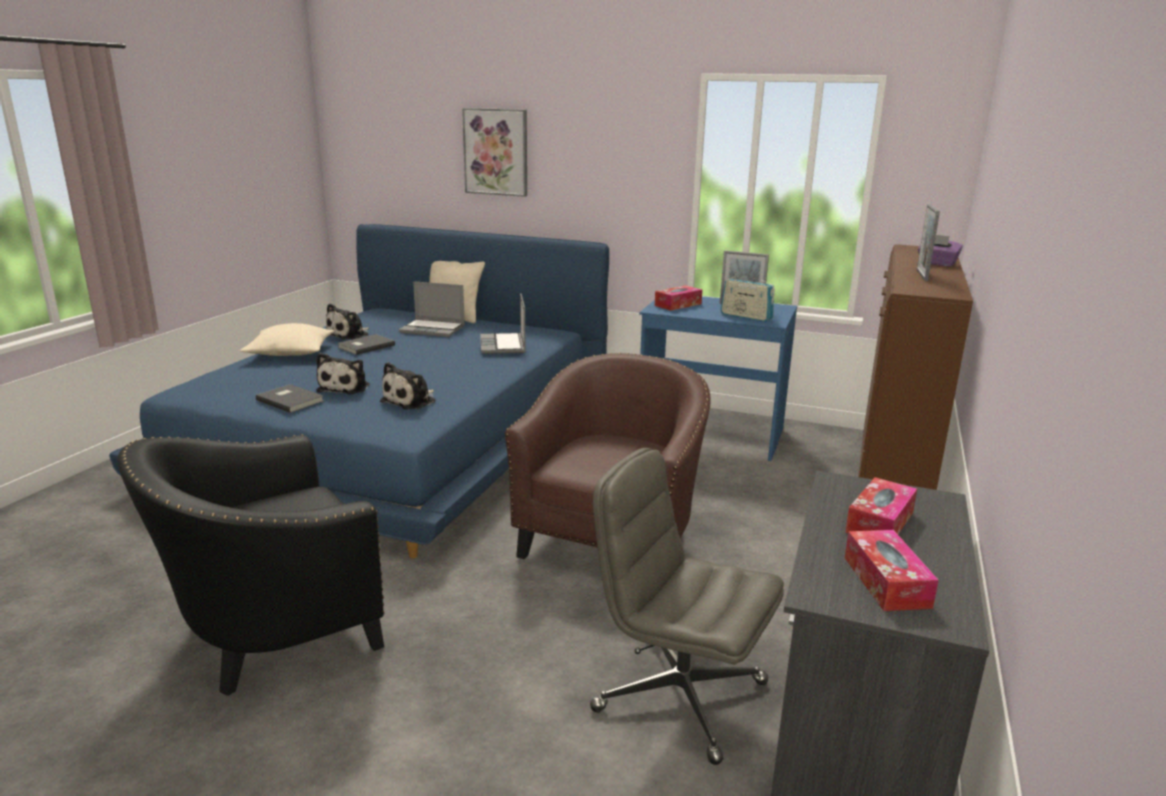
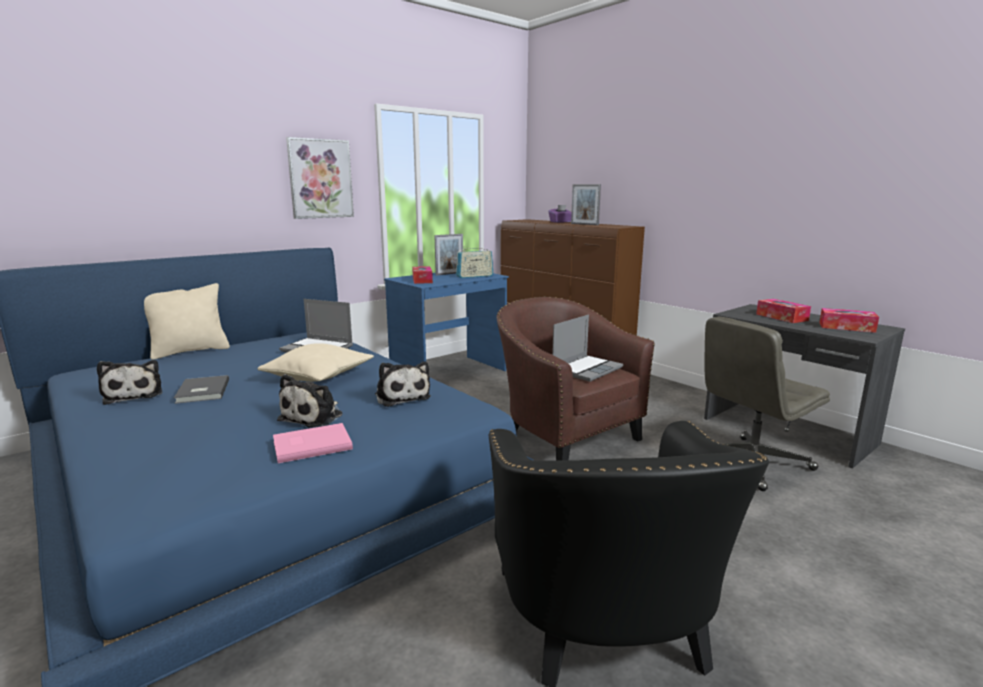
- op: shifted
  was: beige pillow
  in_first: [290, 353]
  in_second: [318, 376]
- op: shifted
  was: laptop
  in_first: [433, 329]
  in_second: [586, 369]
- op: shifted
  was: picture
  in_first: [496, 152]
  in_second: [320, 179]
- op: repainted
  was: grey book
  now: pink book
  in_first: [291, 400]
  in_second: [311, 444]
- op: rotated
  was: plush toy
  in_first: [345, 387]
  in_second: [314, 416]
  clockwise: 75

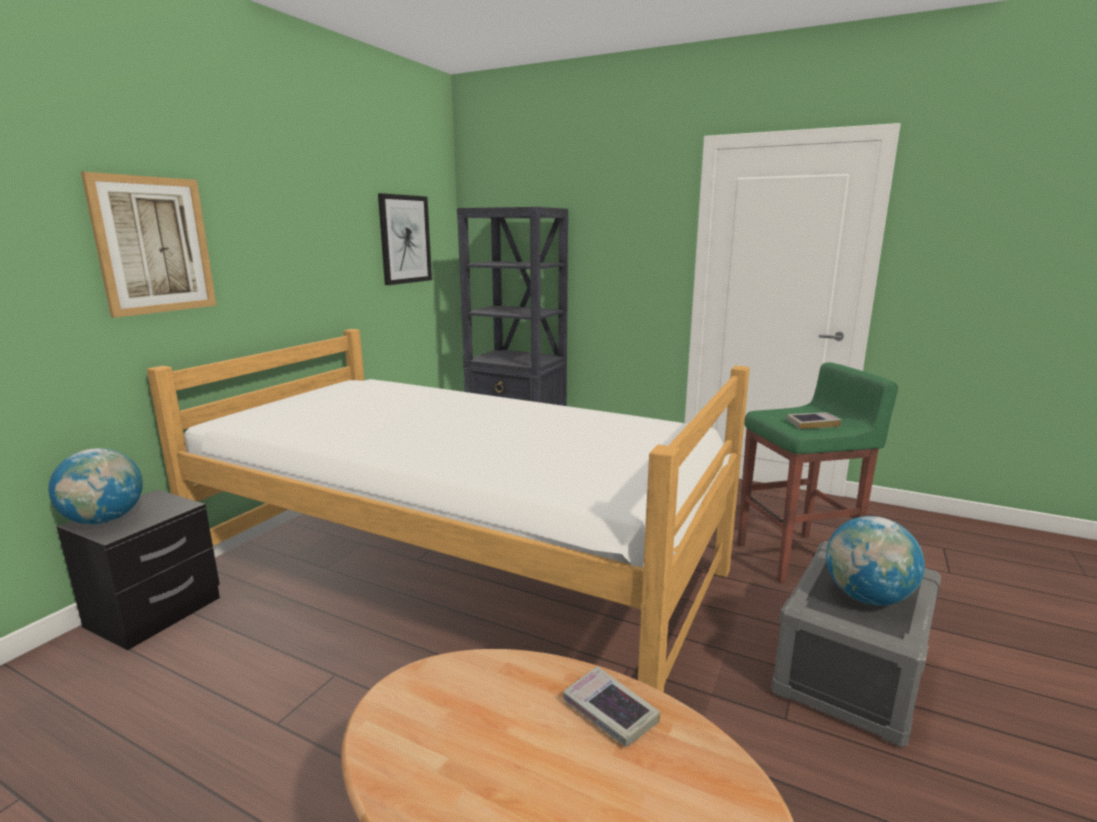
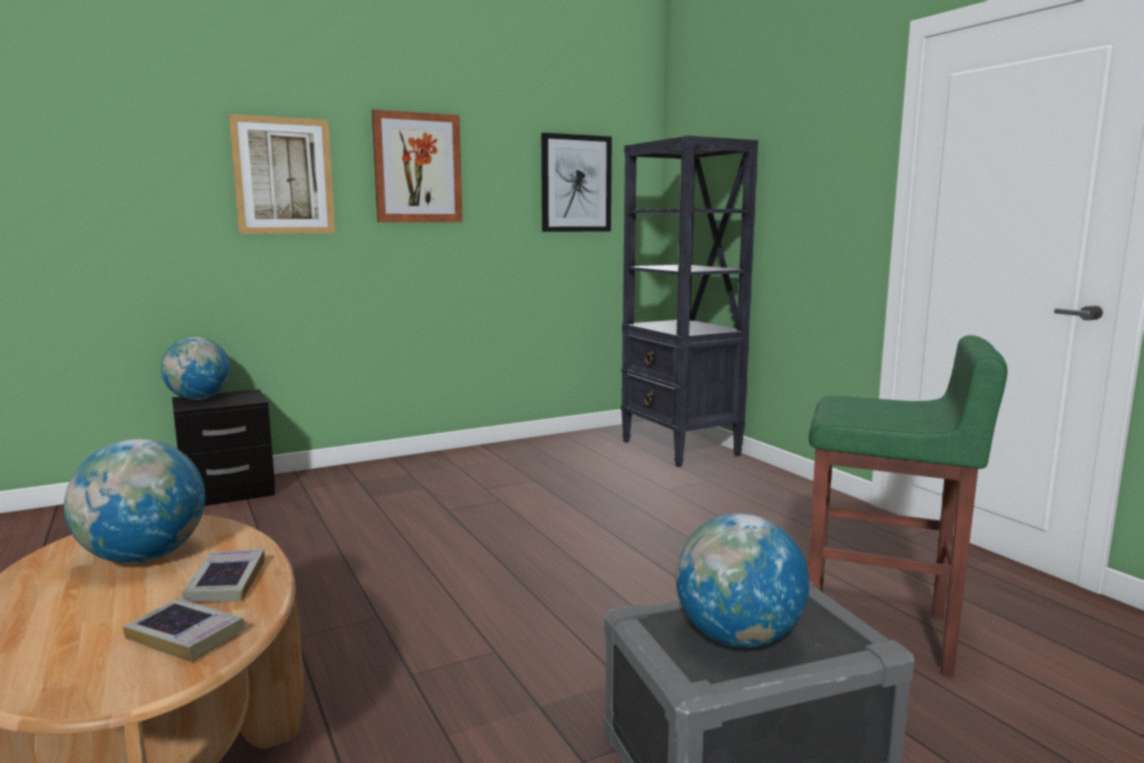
- op: gone
  was: bed
  in_first: [460, 572]
- op: new
  now: globe
  in_second: [144, 557]
- op: new
  now: picture
  in_second: [417, 168]
- op: shifted
  was: book
  in_first: [812, 424]
  in_second: [186, 636]

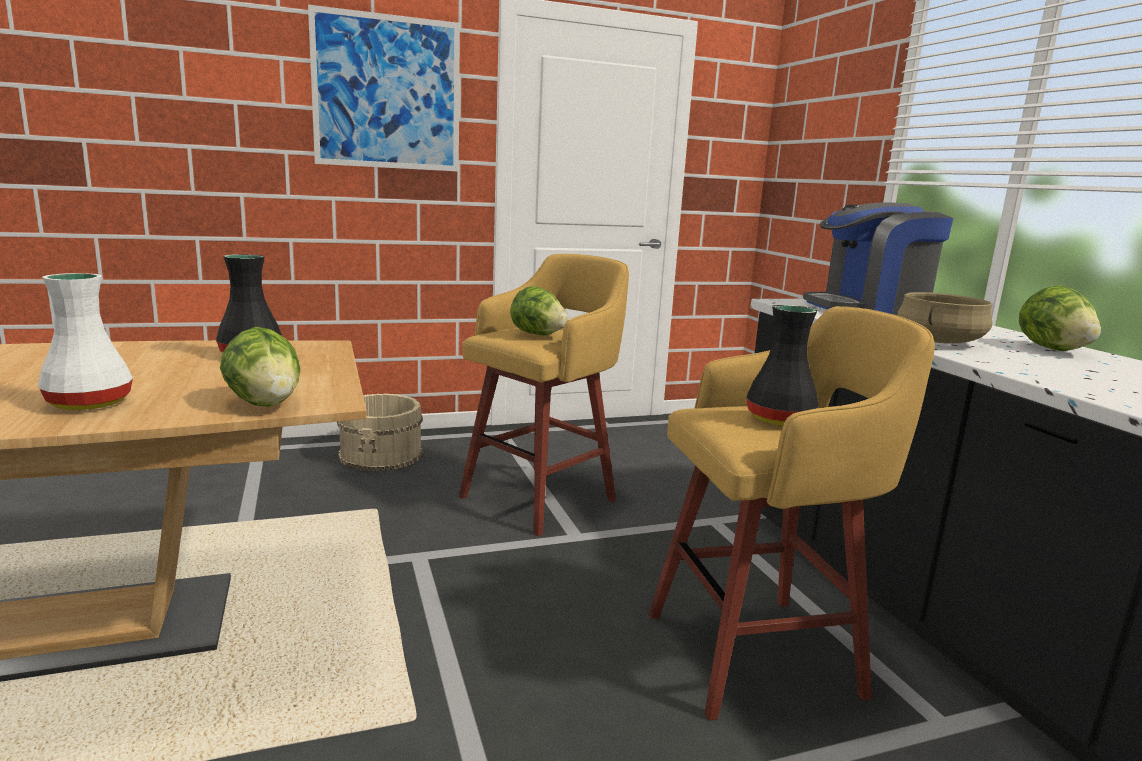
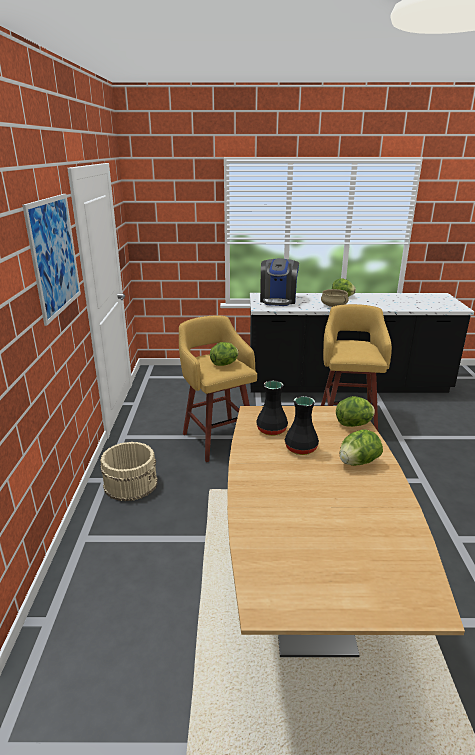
- op: shifted
  was: black vase
  in_first: [780, 420]
  in_second: [301, 449]
- op: swapped
  was: white vase
  now: lettuce
  in_first: [89, 404]
  in_second: [358, 462]

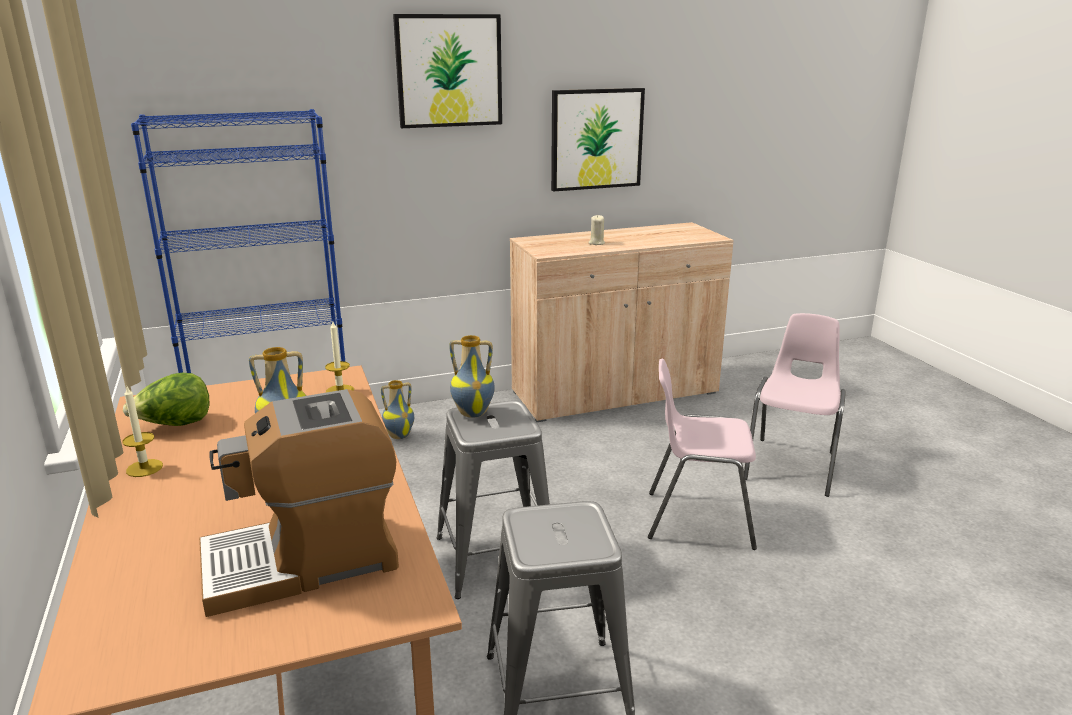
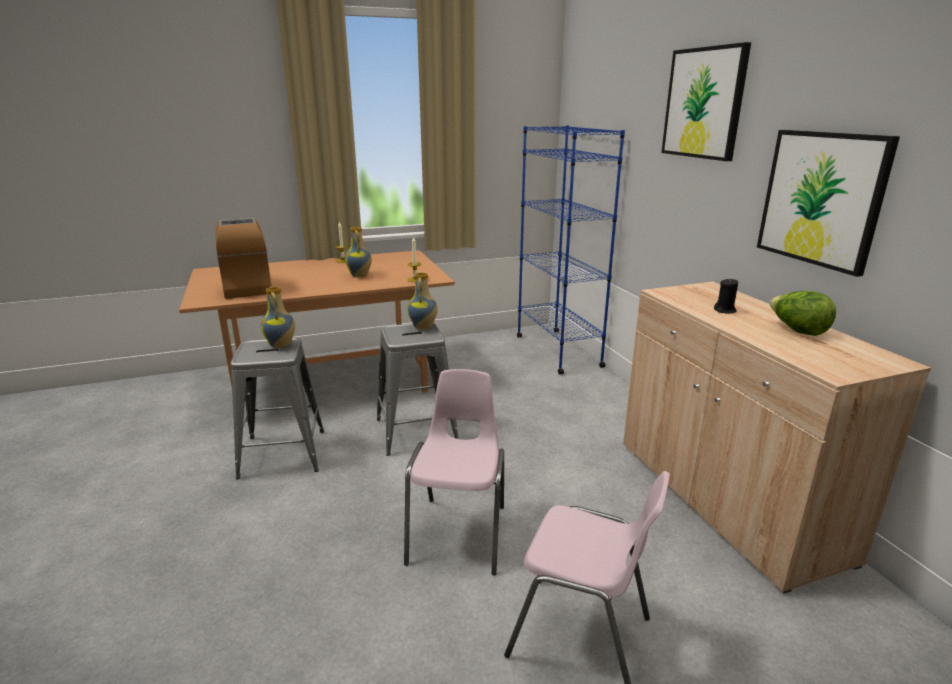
- op: shifted
  was: lettuce
  in_first: [175, 425]
  in_second: [797, 331]
- op: shifted
  was: vase
  in_first: [399, 435]
  in_second: [281, 345]
- op: repainted
  was: beige candle
  now: black candle
  in_first: [596, 243]
  in_second: [725, 310]

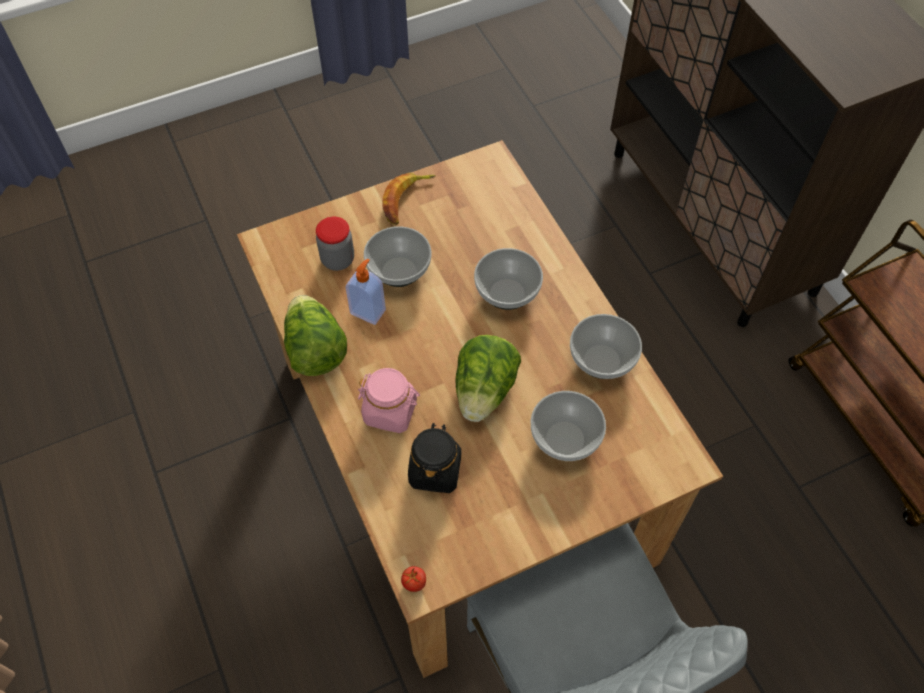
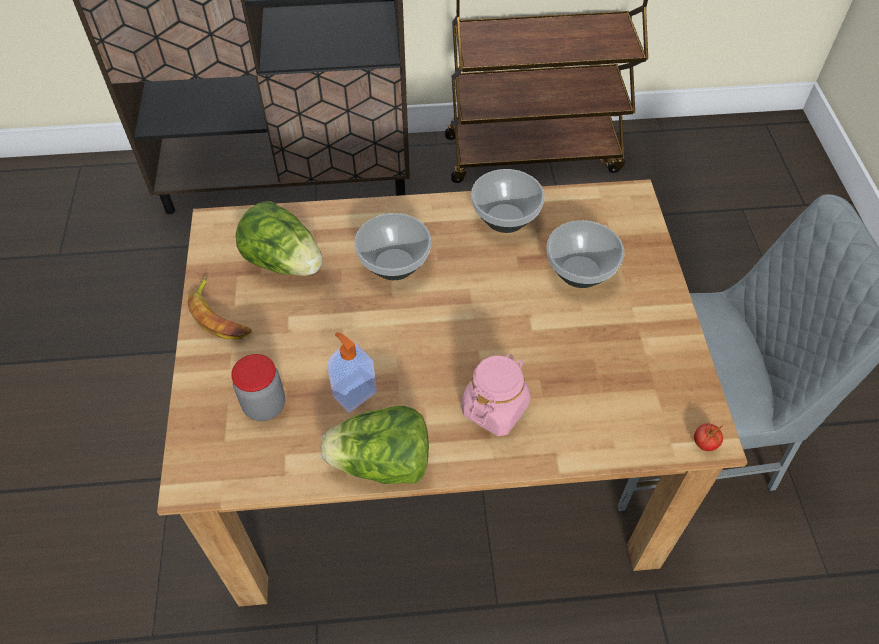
- op: gone
  was: bowl
  in_first: [399, 271]
- op: gone
  was: black jar
  in_first: [435, 470]
- op: shifted
  was: lettuce
  in_first: [484, 391]
  in_second: [284, 262]

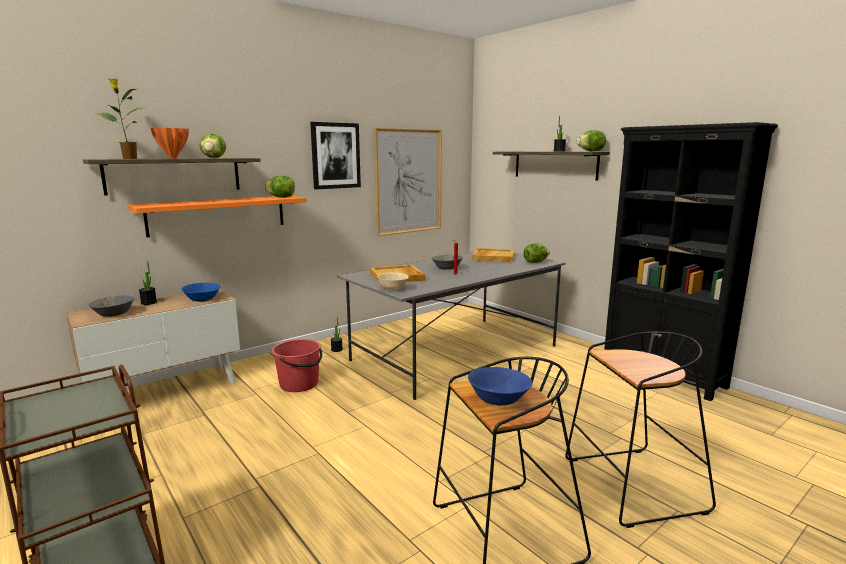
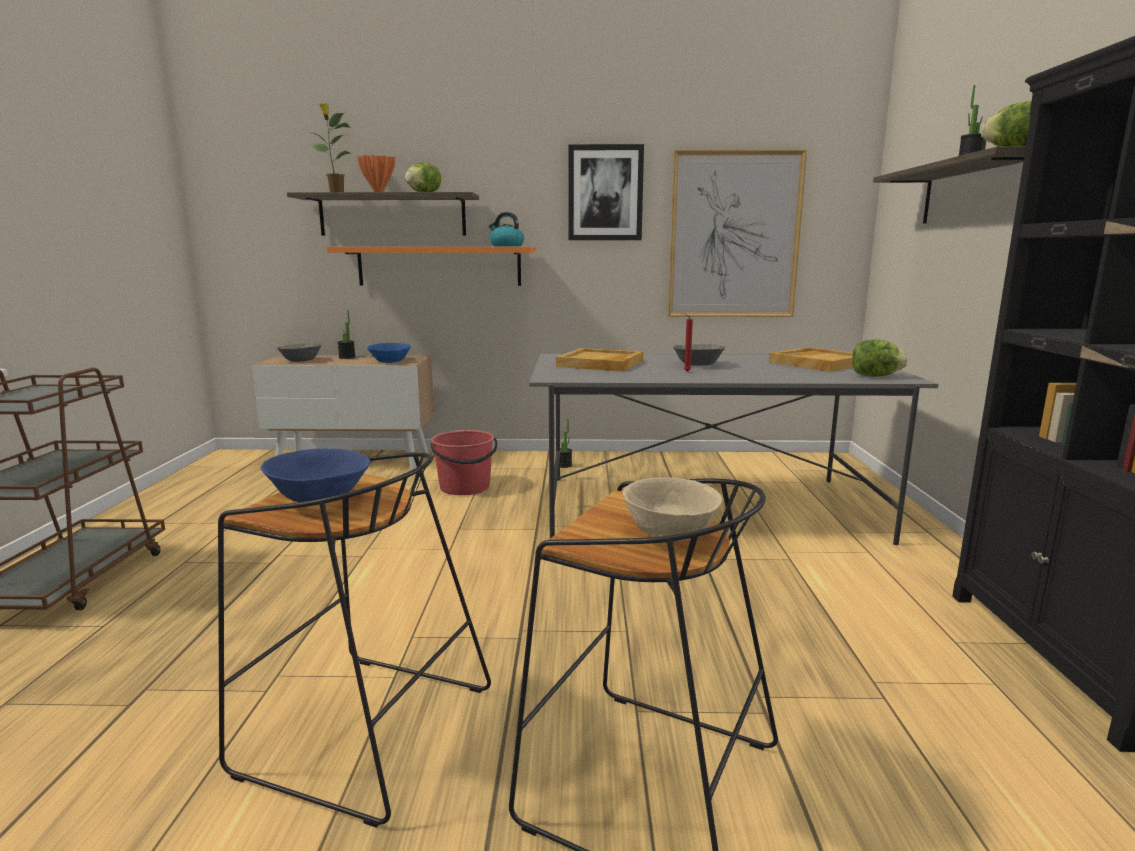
- op: shifted
  was: beige bowl
  in_first: [393, 289]
  in_second: [671, 534]
- op: swapped
  was: lettuce
  now: kettle
  in_first: [281, 197]
  in_second: [506, 246]

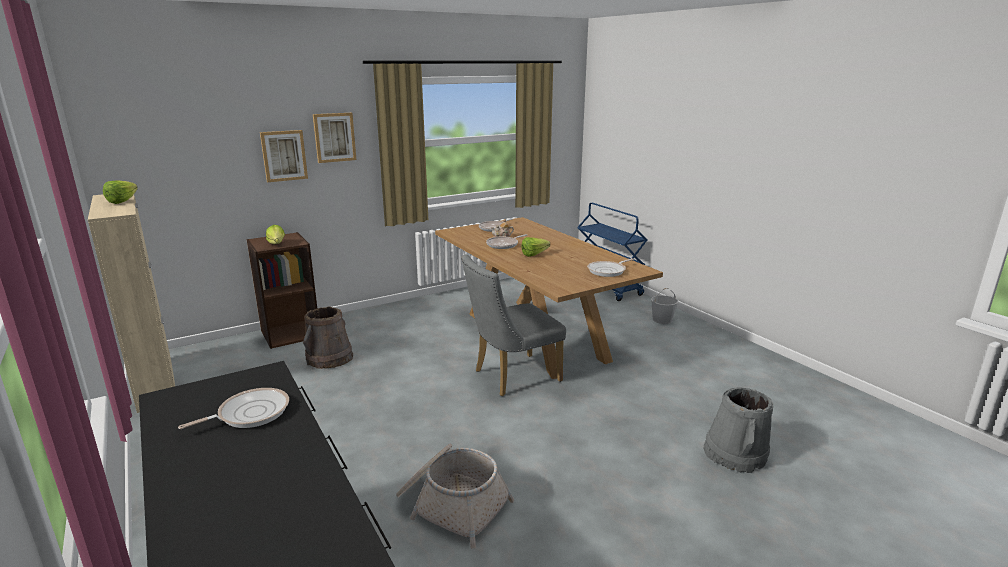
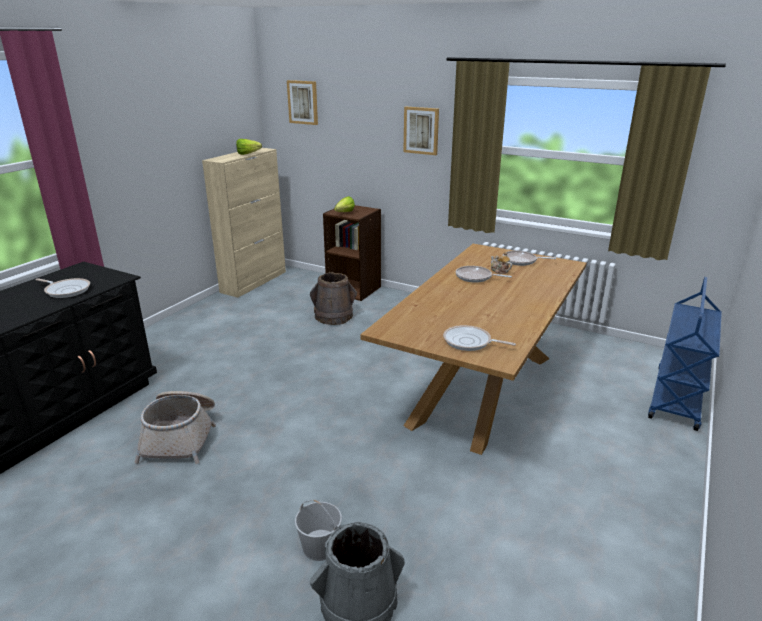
- op: gone
  was: grey chair
  in_first: [511, 377]
- op: gone
  was: lettuce
  in_first: [536, 254]
- op: shifted
  was: picture
  in_first: [284, 155]
  in_second: [303, 102]
- op: shifted
  was: white bucket
  in_first: [662, 320]
  in_second: [319, 546]

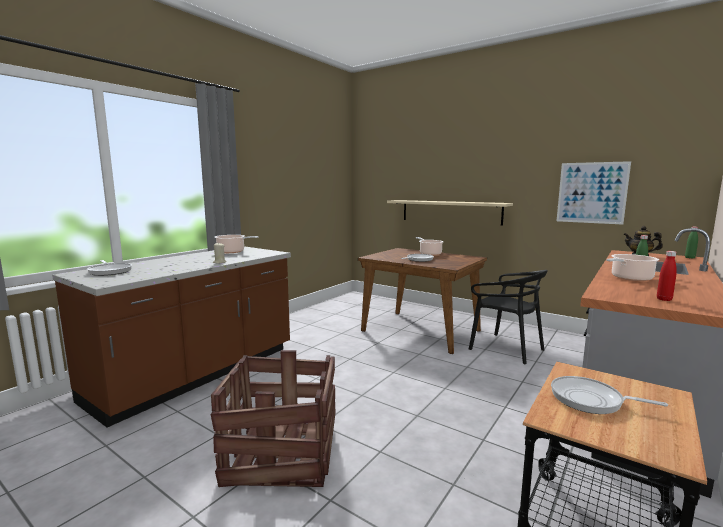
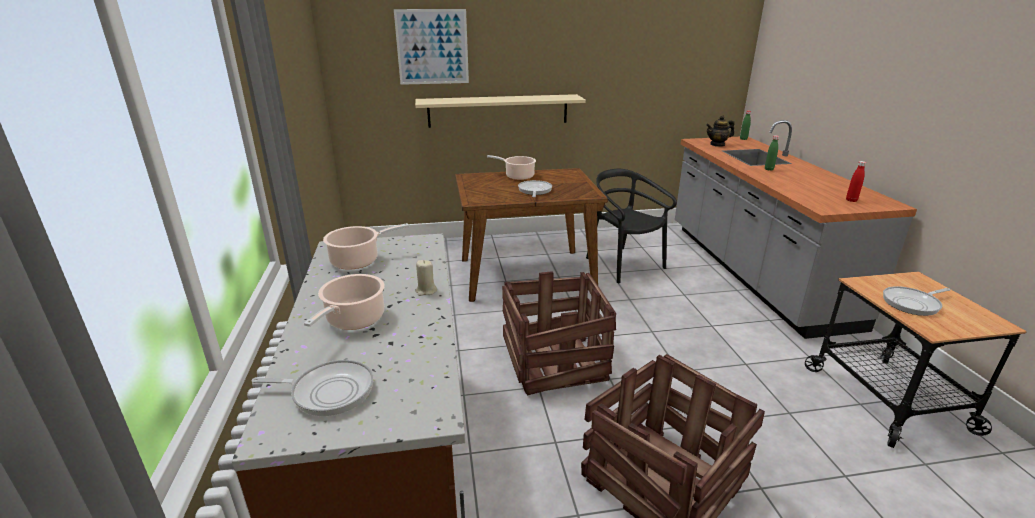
- op: new
  now: crate
  in_second: [554, 360]
- op: shifted
  was: picture
  in_first: [591, 193]
  in_second: [432, 47]
- op: shifted
  was: cooking pot
  in_first: [630, 278]
  in_second: [353, 320]
- op: rotated
  was: black chair
  in_first: [506, 348]
  in_second: [623, 264]
  clockwise: -120

